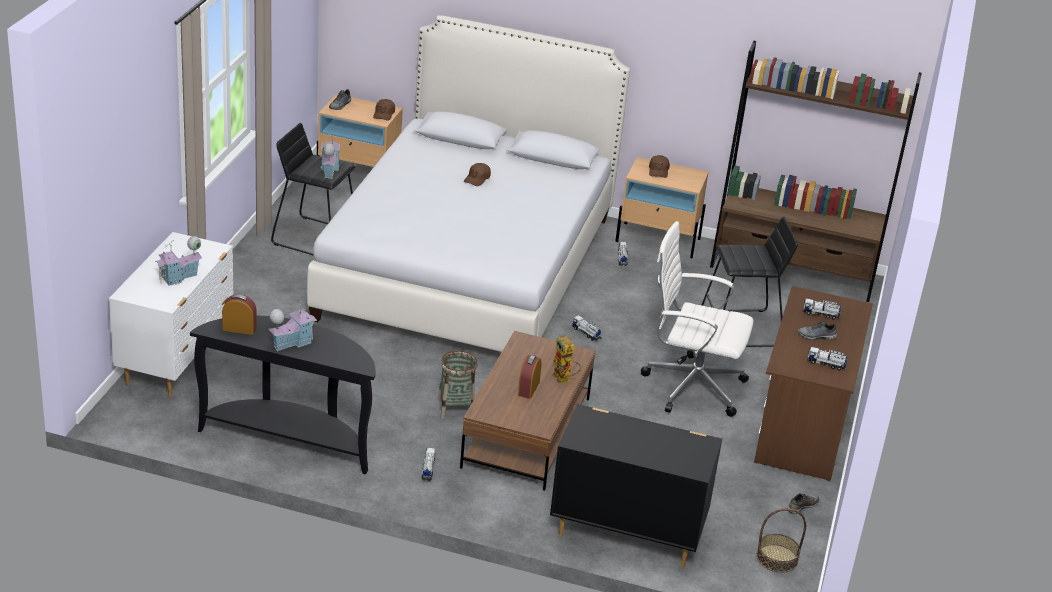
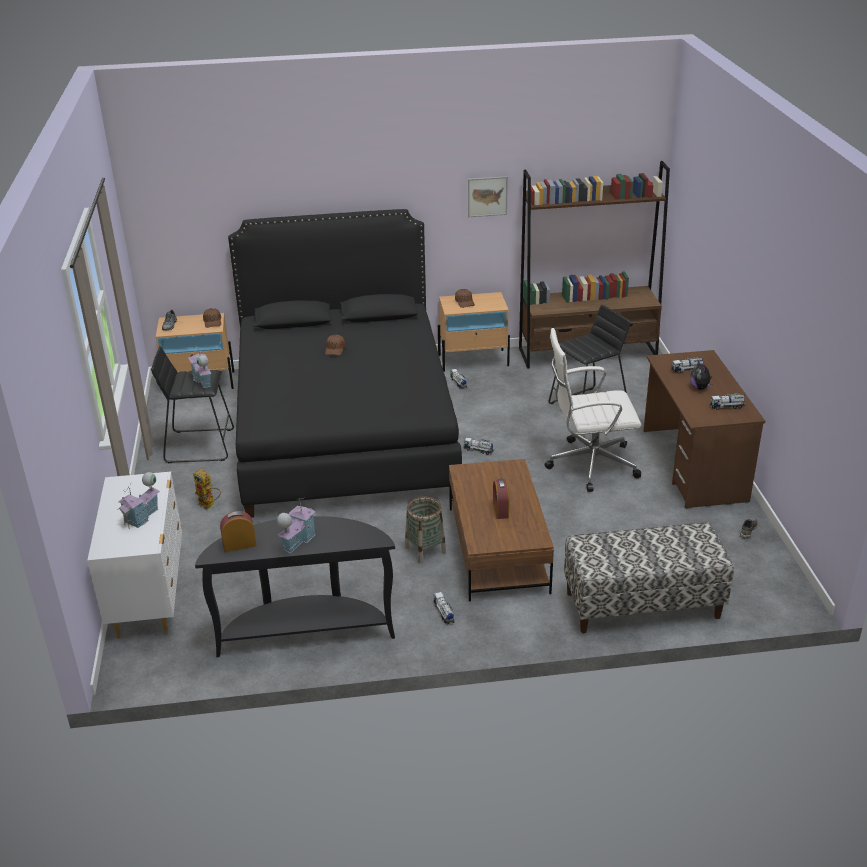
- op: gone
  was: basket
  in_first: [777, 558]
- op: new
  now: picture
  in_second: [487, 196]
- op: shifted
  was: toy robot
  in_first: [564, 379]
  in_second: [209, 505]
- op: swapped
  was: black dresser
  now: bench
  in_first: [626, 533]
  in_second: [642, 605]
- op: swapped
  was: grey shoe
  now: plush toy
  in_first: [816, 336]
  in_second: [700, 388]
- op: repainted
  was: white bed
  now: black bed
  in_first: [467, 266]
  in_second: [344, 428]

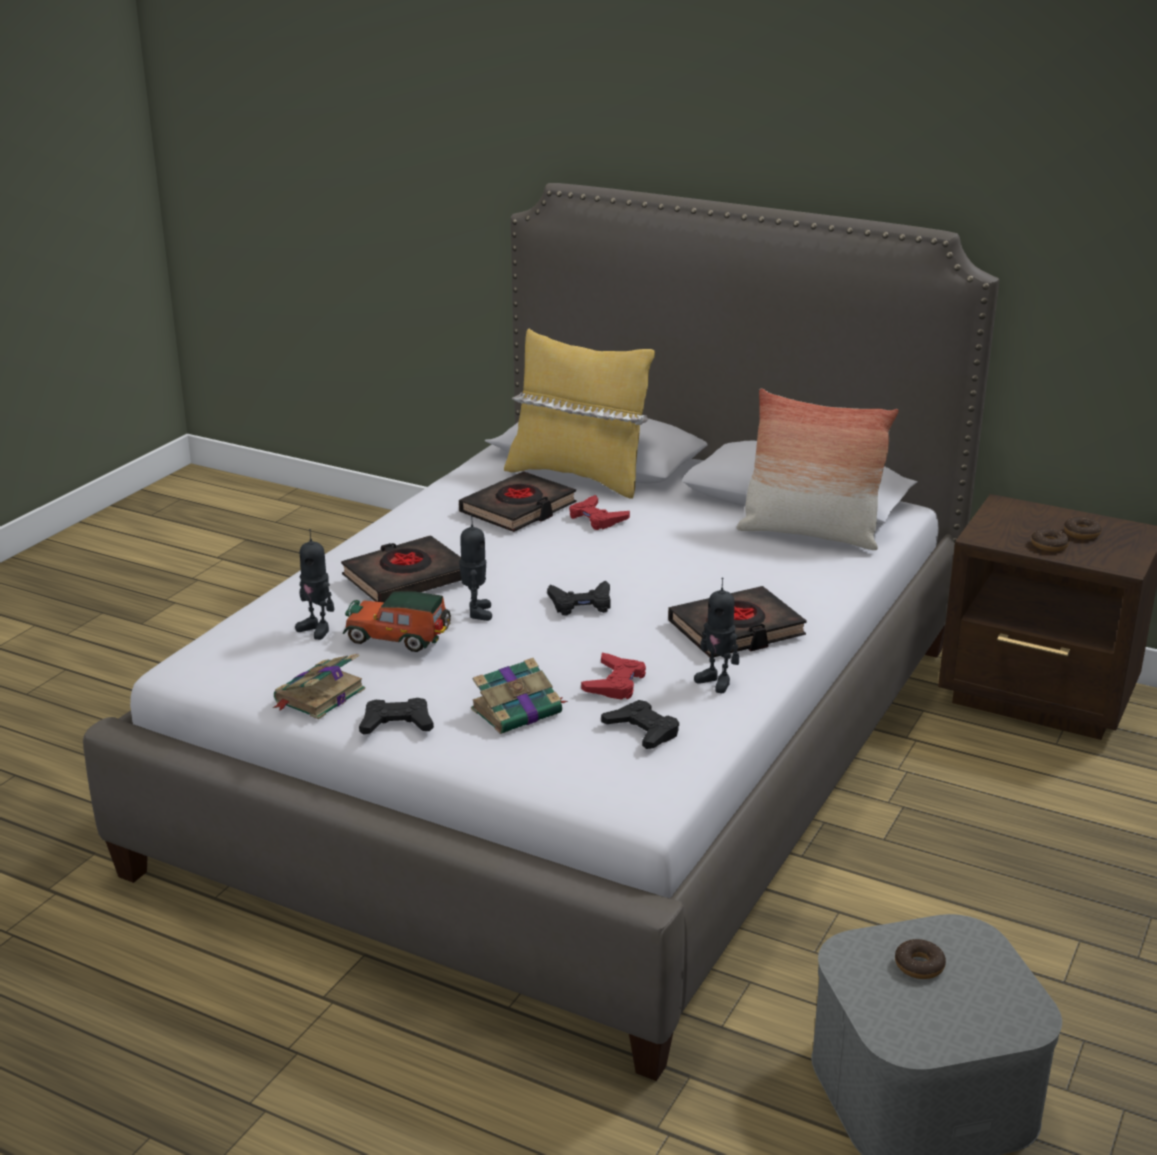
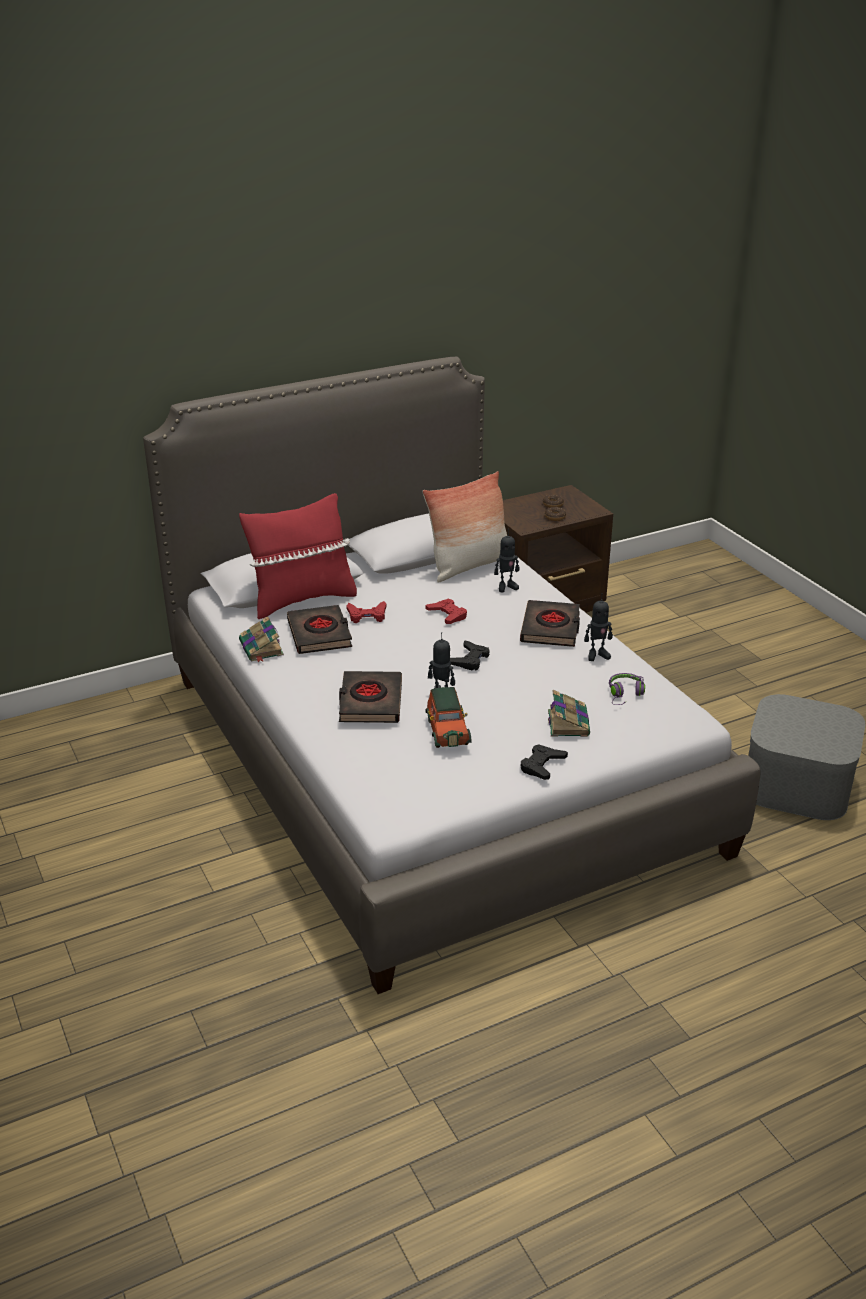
- op: gone
  was: donut
  in_first: [919, 965]
- op: shifted
  was: book
  in_first: [318, 696]
  in_second: [261, 649]
- op: shifted
  was: toy robot
  in_first: [317, 629]
  in_second: [506, 587]
- op: shifted
  was: red game controller
  in_first: [615, 683]
  in_second: [447, 615]
- op: swapped
  was: black game controller
  now: purple headphones
  in_first: [642, 731]
  in_second: [625, 694]
- op: repainted
  was: yellow pillow
  now: red pillow
  in_first: [578, 476]
  in_second: [301, 600]
- op: rotated
  was: toy car
  in_first: [399, 638]
  in_second: [447, 730]
  clockwise: -60

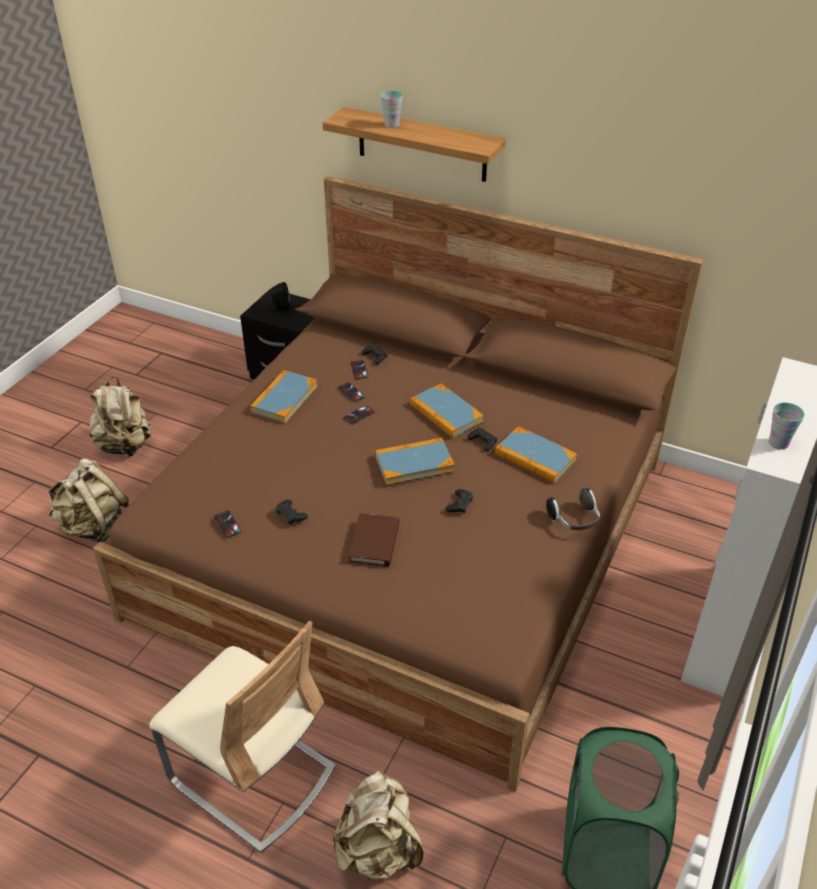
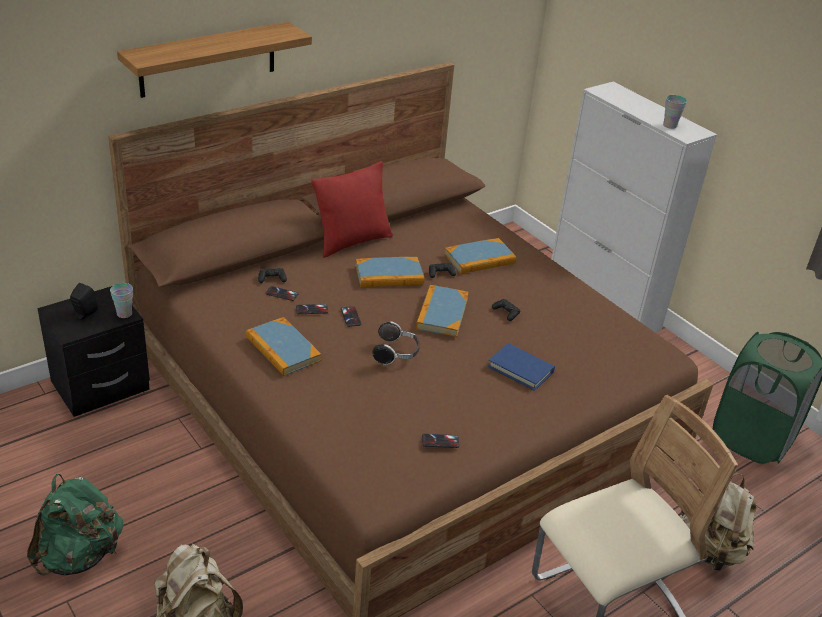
- op: gone
  was: black game controller
  in_first: [291, 515]
- op: new
  now: red pillow
  in_second: [352, 241]
- op: shifted
  was: cup
  in_first: [391, 125]
  in_second: [124, 314]
- op: shifted
  was: headphones
  in_first: [574, 520]
  in_second: [396, 353]
- op: repainted
  was: beige backpack
  now: green backpack
  in_first: [125, 446]
  in_second: [79, 555]
- op: repainted
  was: brown book
  now: blue book
  in_first: [374, 543]
  in_second: [520, 369]

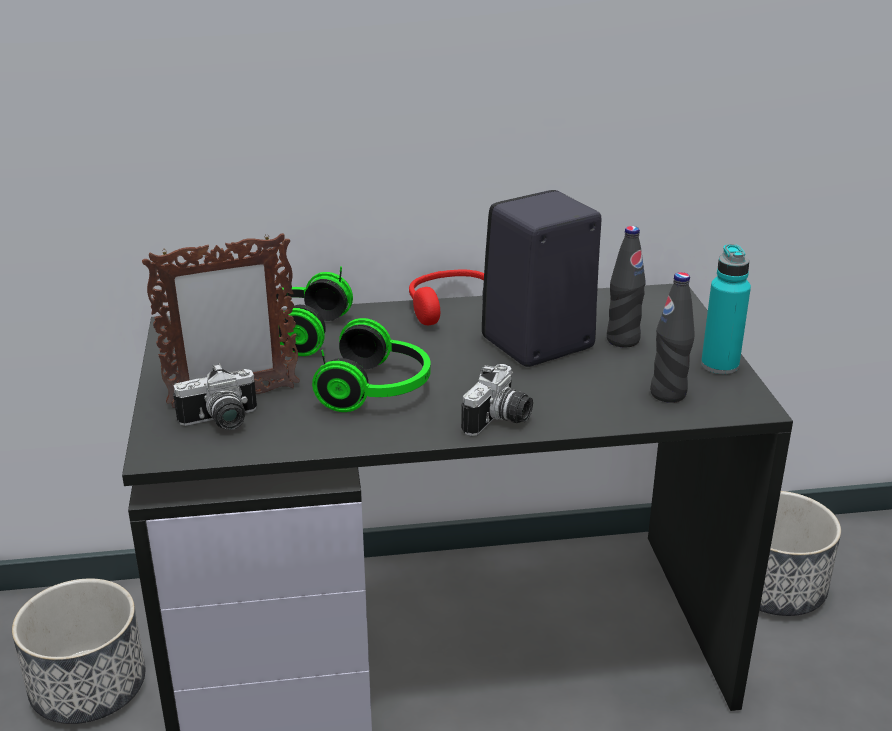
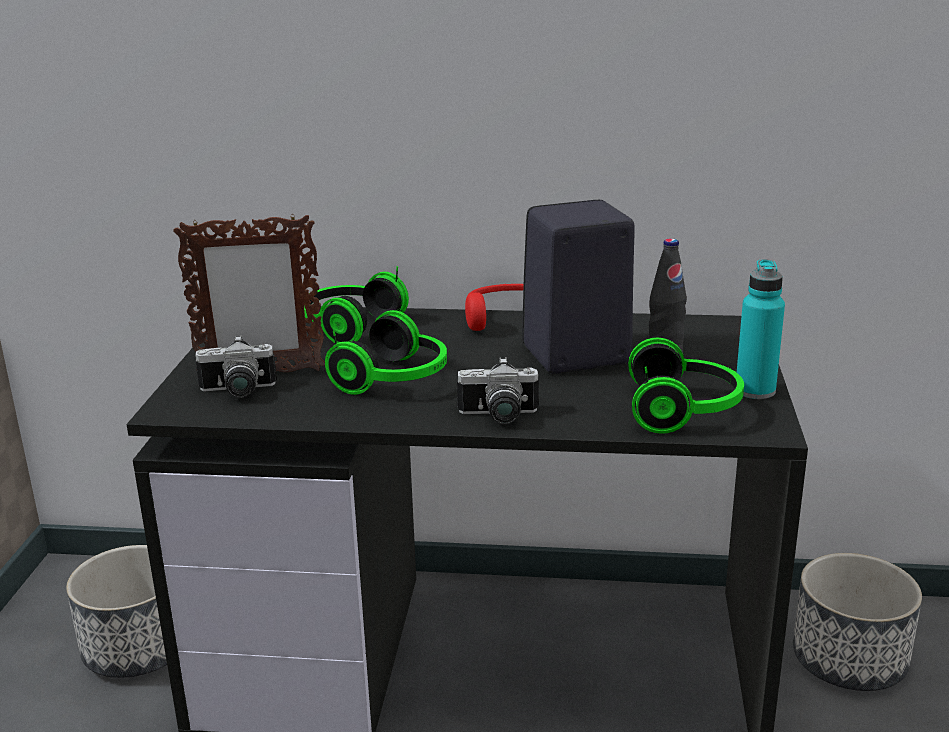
- op: swapped
  was: black bottle
  now: headphones
  in_first: [668, 394]
  in_second: [684, 410]
- op: rotated
  was: photo camera
  in_first: [500, 421]
  in_second: [498, 417]
  clockwise: 45

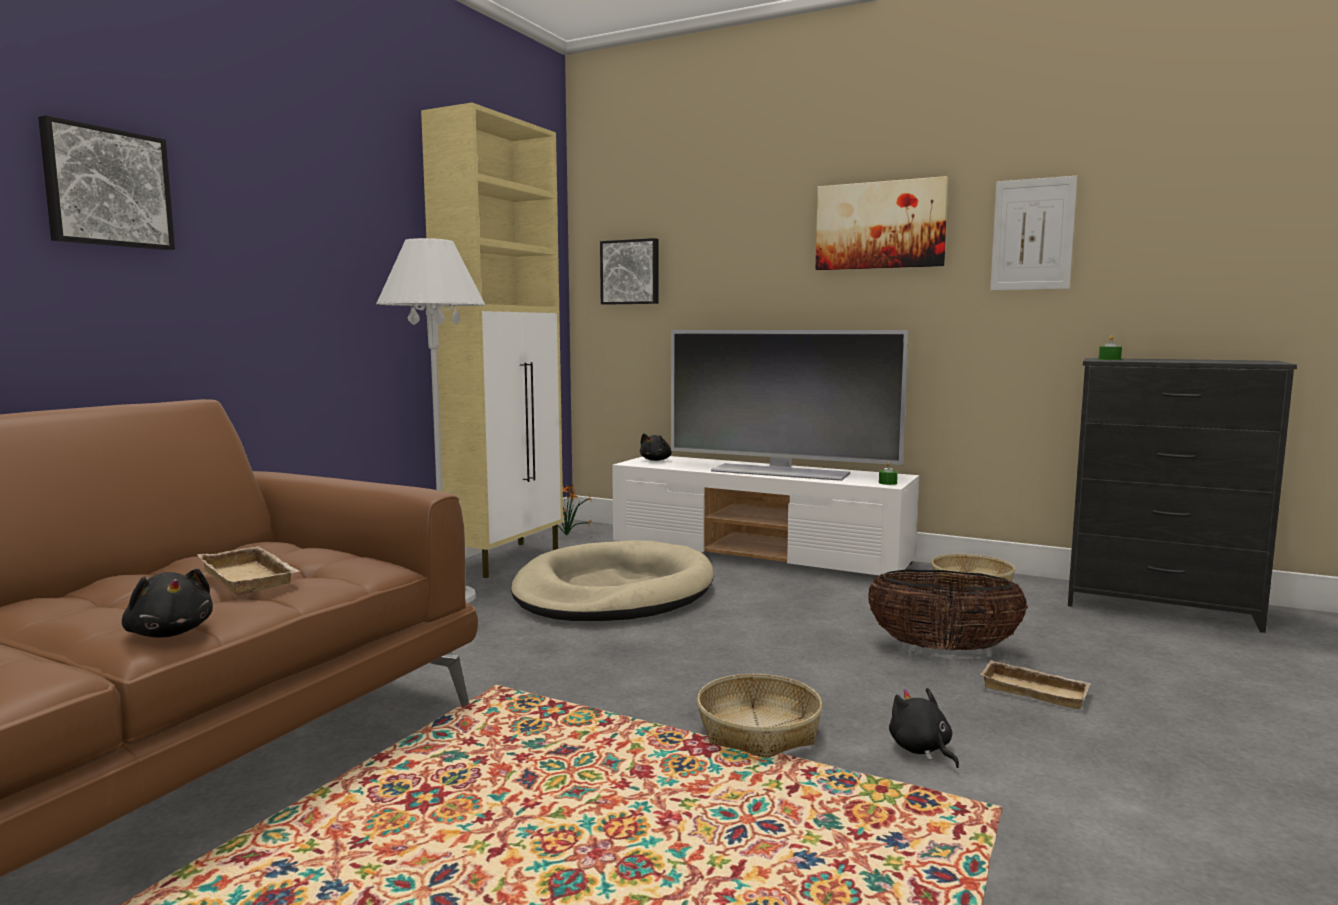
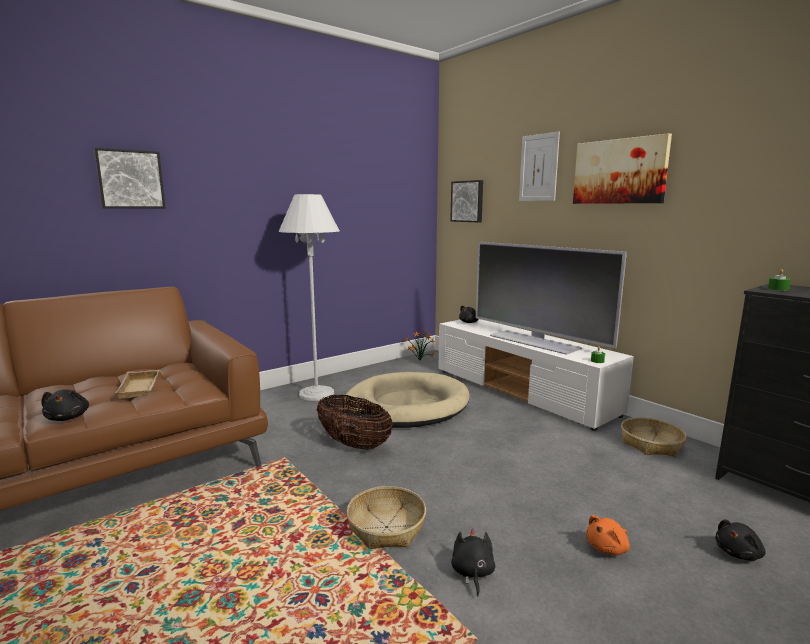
- op: gone
  was: beige cabinet
  in_first: [506, 559]
- op: new
  now: black plush toy
  in_second: [739, 553]
- op: shifted
  was: basket
  in_first: [943, 648]
  in_second: [354, 444]
- op: shifted
  was: picture
  in_first: [1032, 234]
  in_second: [538, 168]
- op: swapped
  was: beige tray
  now: orange plush toy
  in_first: [1036, 690]
  in_second: [608, 548]

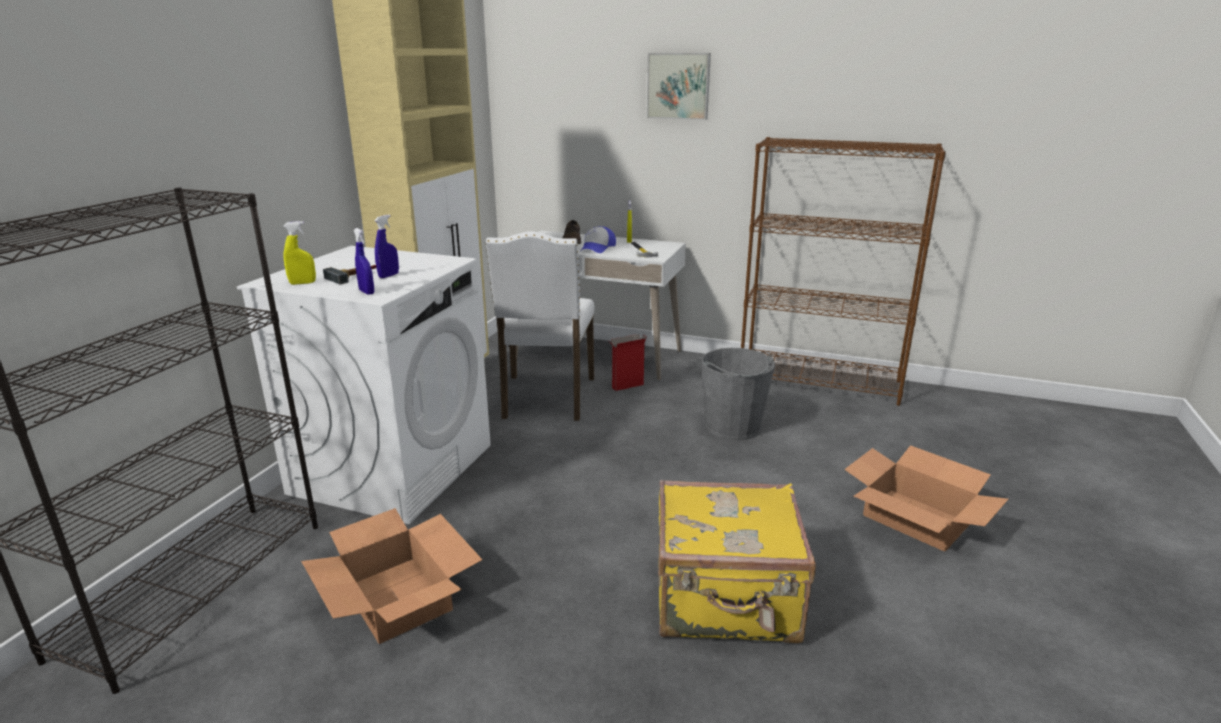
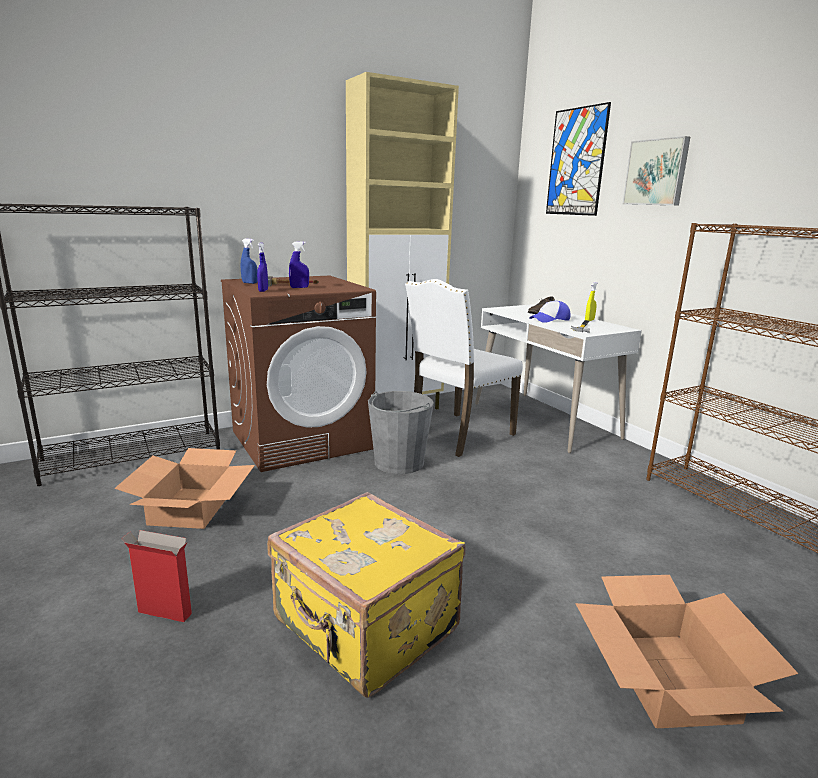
- op: new
  now: picture
  in_second: [576, 162]
- op: shifted
  was: cardboard box
  in_first: [627, 386]
  in_second: [163, 612]
- op: shifted
  was: grey bucket
  in_first: [733, 427]
  in_second: [398, 463]
- op: repainted
  was: white washing machine
  now: brown washing machine
  in_first: [393, 468]
  in_second: [302, 439]
- op: repainted
  was: yellow spray bottle
  now: blue spray bottle
  in_first: [302, 283]
  in_second: [249, 283]

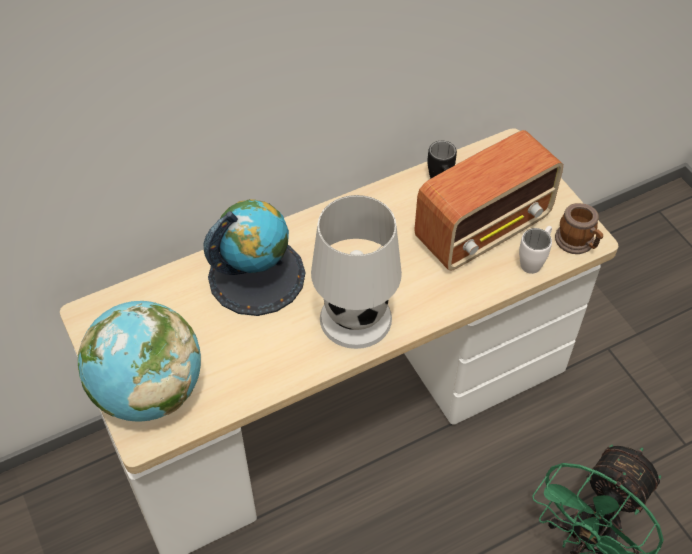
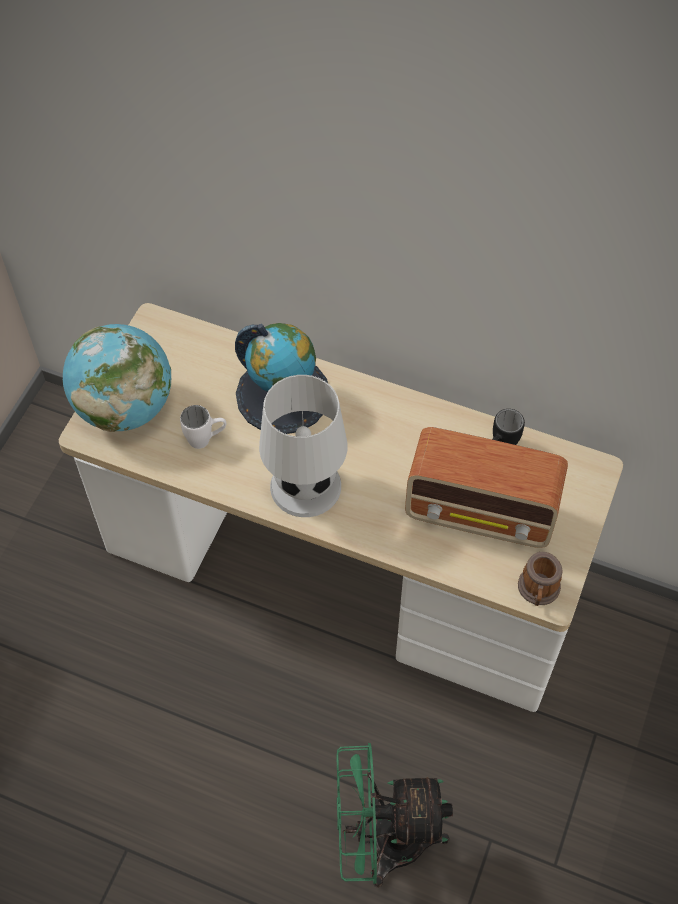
- op: shifted
  was: white mug
  in_first: [534, 261]
  in_second: [206, 439]

